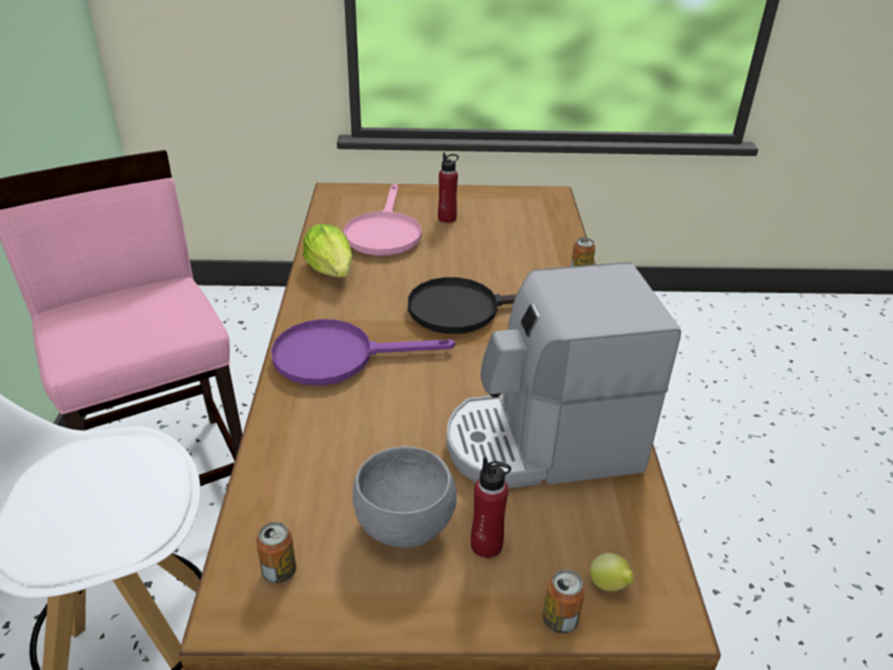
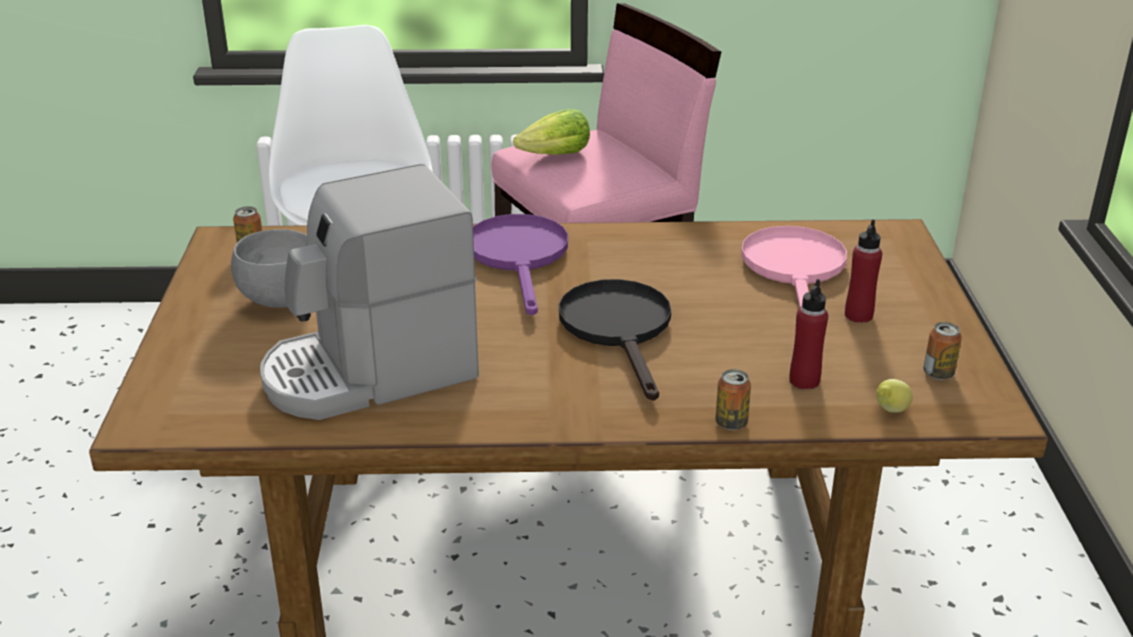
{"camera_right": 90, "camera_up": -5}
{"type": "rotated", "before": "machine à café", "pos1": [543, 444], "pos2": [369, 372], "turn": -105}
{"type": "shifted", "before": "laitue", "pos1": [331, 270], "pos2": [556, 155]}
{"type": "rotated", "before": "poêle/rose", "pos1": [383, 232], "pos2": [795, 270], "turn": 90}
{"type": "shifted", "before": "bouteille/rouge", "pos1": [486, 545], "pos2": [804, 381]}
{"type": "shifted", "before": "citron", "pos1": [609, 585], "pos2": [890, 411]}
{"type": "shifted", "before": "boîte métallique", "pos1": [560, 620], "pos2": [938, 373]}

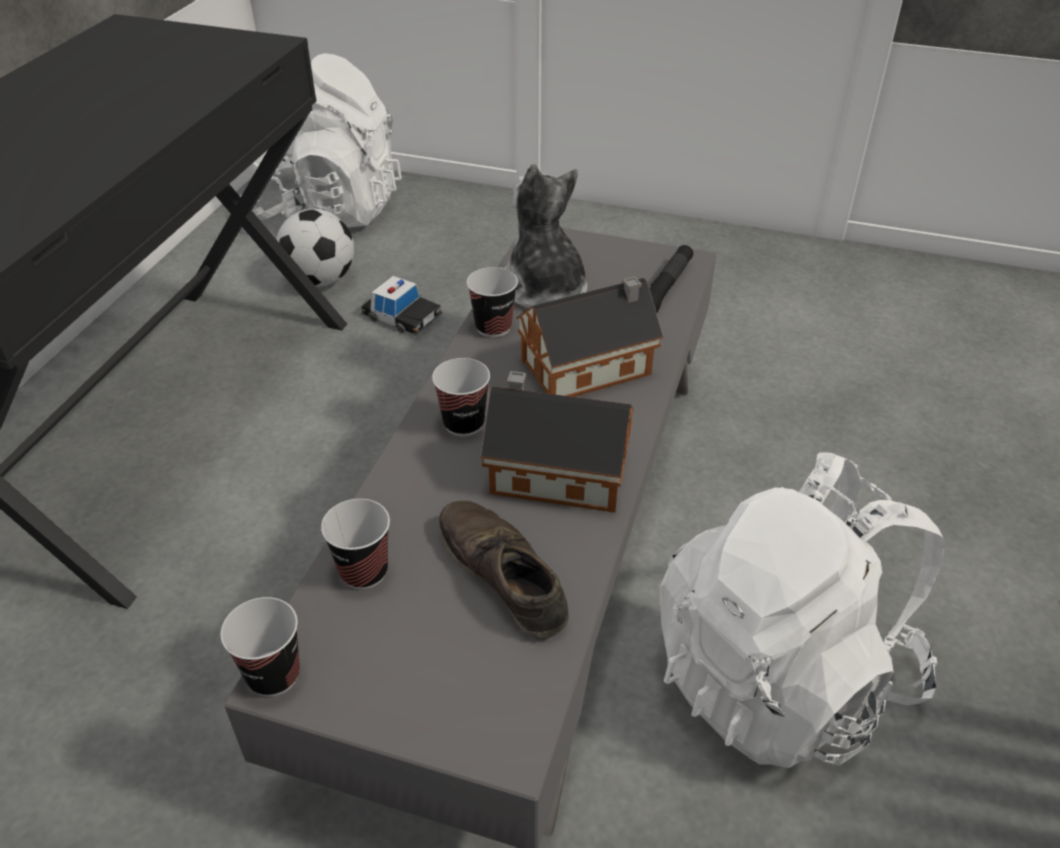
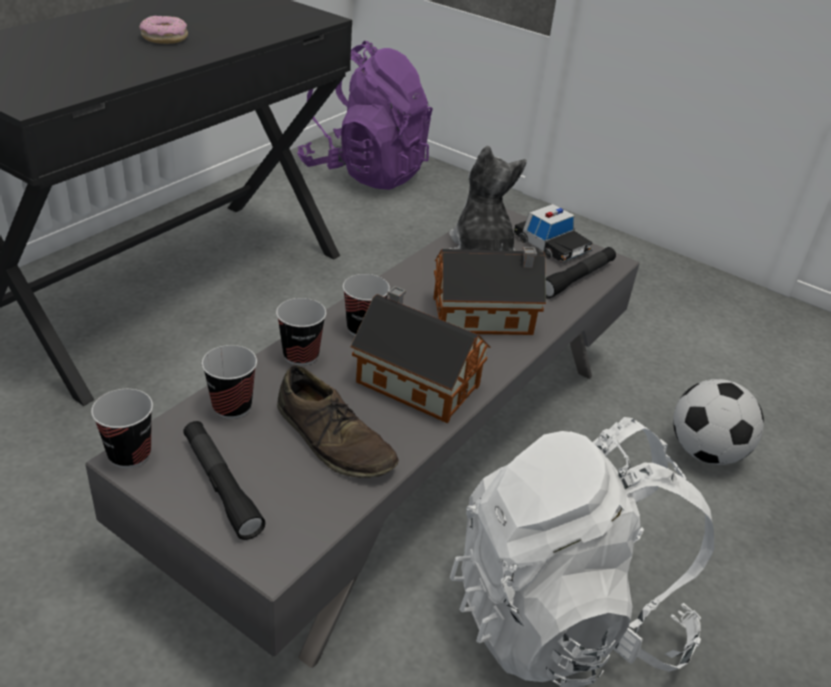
{"camera_right": 15, "camera_up": -5}
{"type": "new", "after": "beignet", "pos2": [165, 38]}
{"type": "new", "after": "lampe de poche/noir", "pos2": [221, 485]}
{"type": "shifted", "before": "tasse", "pos1": [493, 327], "pos2": [301, 355]}
{"type": "rotated", "before": "chaussure/marron", "pos1": [502, 574], "pos2": [334, 439], "turn": 150}
{"type": "repainted", "before": "sac à dos/blanc", "after": "sac à dos/violet", "pos1": [326, 209], "pos2": [365, 172]}
{"type": "shifted", "before": "petite voiture", "pos1": [402, 316], "pos2": [551, 245]}
{"type": "shifted", "before": "ballon de foot", "pos1": [321, 280], "pos2": [705, 452]}

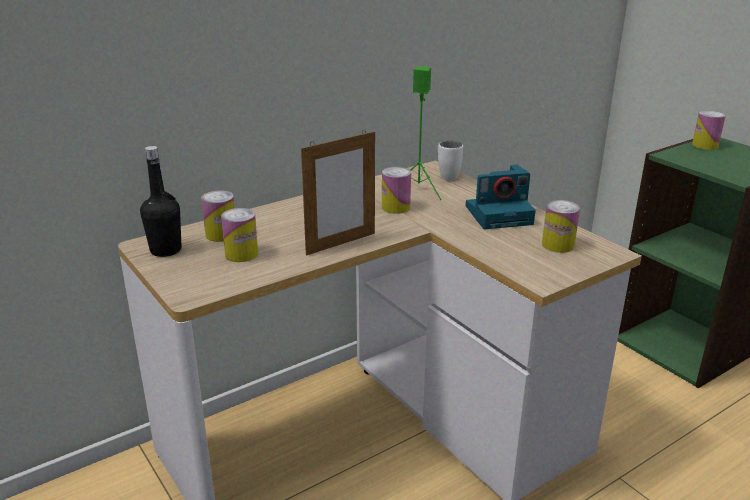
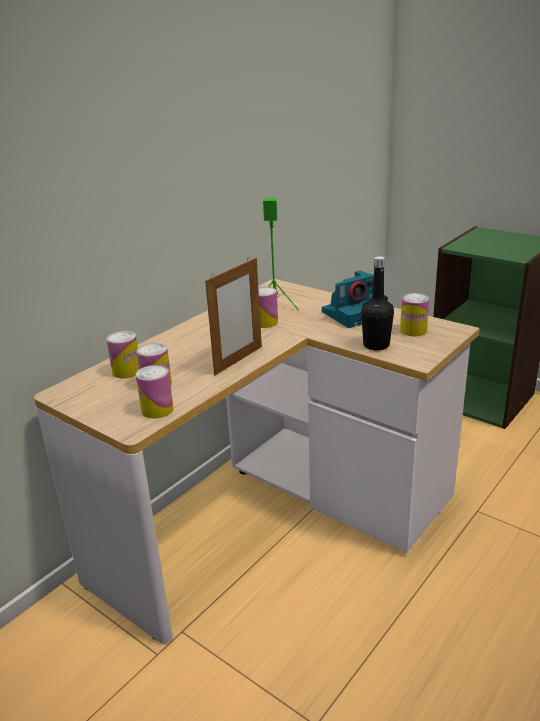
{"camera_right": -15, "camera_up": 0}
{"type": "shifted", "before": "boîte métallique", "pos1": [705, 145], "pos2": [157, 409]}
{"type": "shifted", "before": "bouteille/noir", "pos1": [166, 250], "pos2": [376, 345]}
{"type": "gone", "before": "mug/blanc", "pos1": [446, 175]}

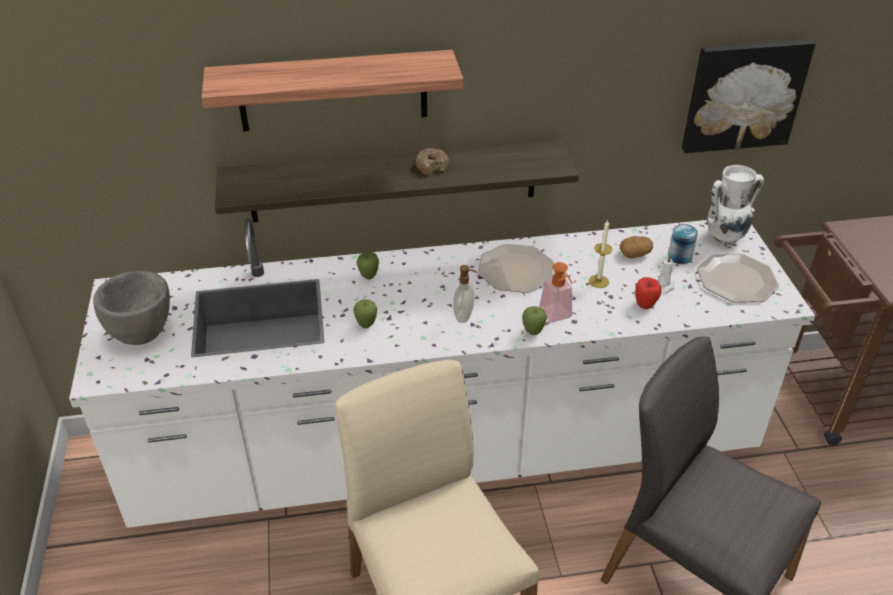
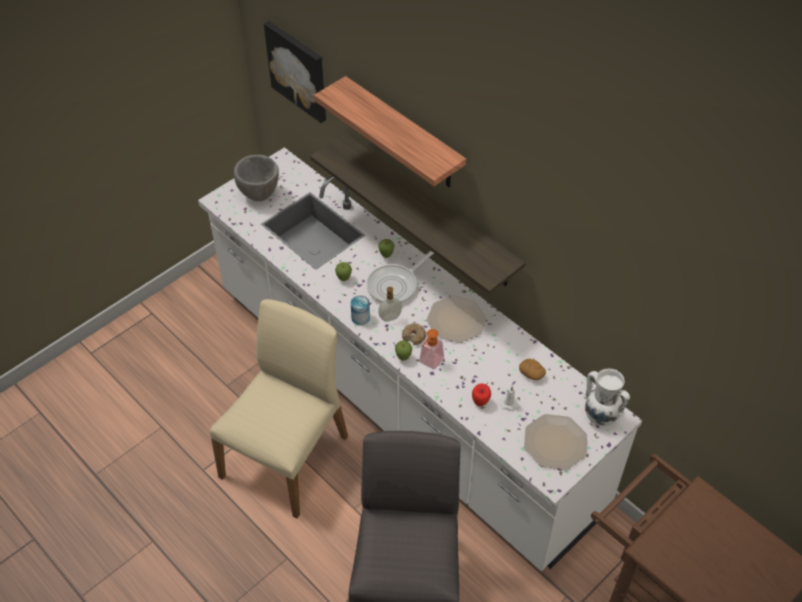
{"camera_right": 55, "camera_up": 10}
{"type": "shifted", "before": "tableau", "pos1": [743, 94], "pos2": [298, 70]}
{"type": "shifted", "before": "boîte métallique", "pos1": [680, 256], "pos2": [360, 318]}
{"type": "new", "after": "poêle", "pos2": [395, 285]}
{"type": "shifted", "before": "beignet", "pos1": [432, 166], "pos2": [414, 337]}
{"type": "gone", "before": "bougie", "pos1": [598, 281]}

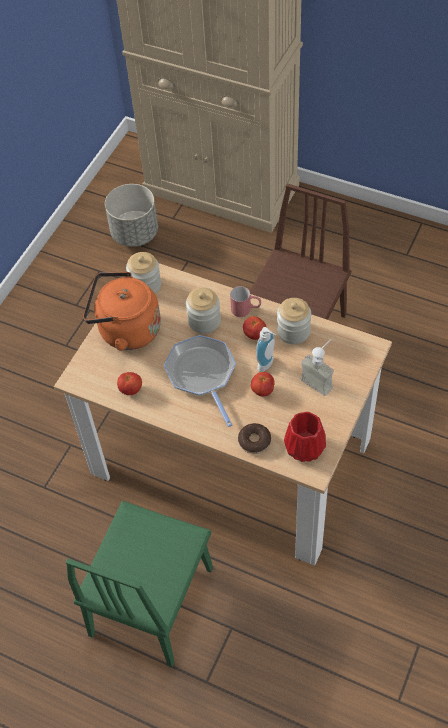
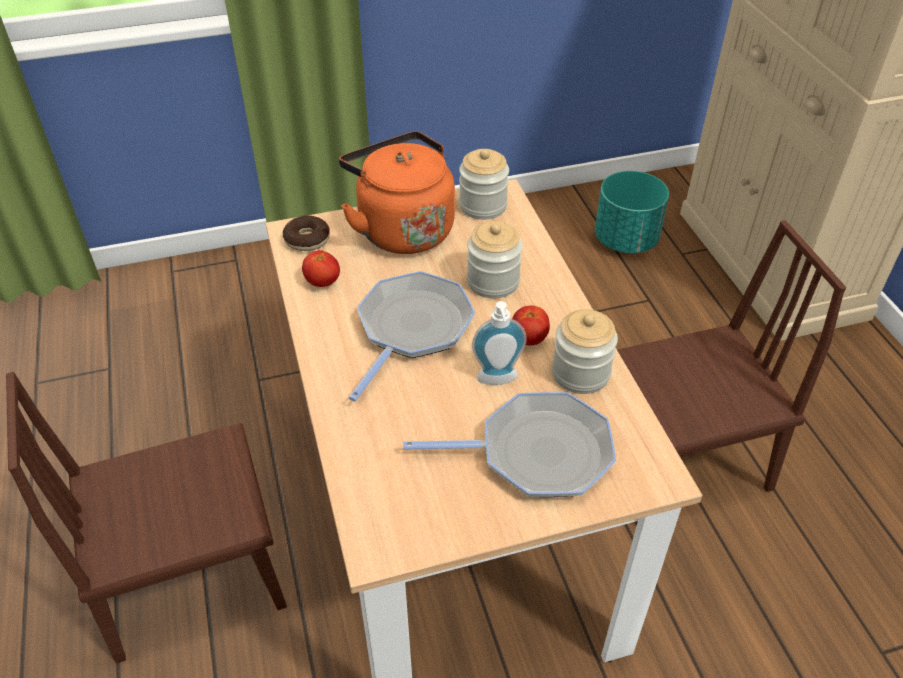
{"camera_right": 45, "camera_up": -10}
{"type": "repainted", "before": "chaise/vert", "after": "chaise/marron", "pos1": [152, 600], "pos2": [193, 575]}
{"type": "shifted", "before": "beignet", "pos1": [254, 441], "pos2": [307, 239]}
{"type": "swapped", "before": "distributeur de savon", "after": "poêle", "pos1": [320, 380], "pos2": [537, 453]}
{"type": "repainted", "before": "cache-pot/gris", "after": "cache-pot/turquoise", "pos1": [135, 233], "pos2": [626, 240]}
{"type": "gone", "before": "mug/rouge", "pos1": [246, 310]}
{"type": "gone", "before": "tomate", "pos1": [262, 390]}
{"type": "gone", "before": "vase/rouge", "pos1": [303, 447]}

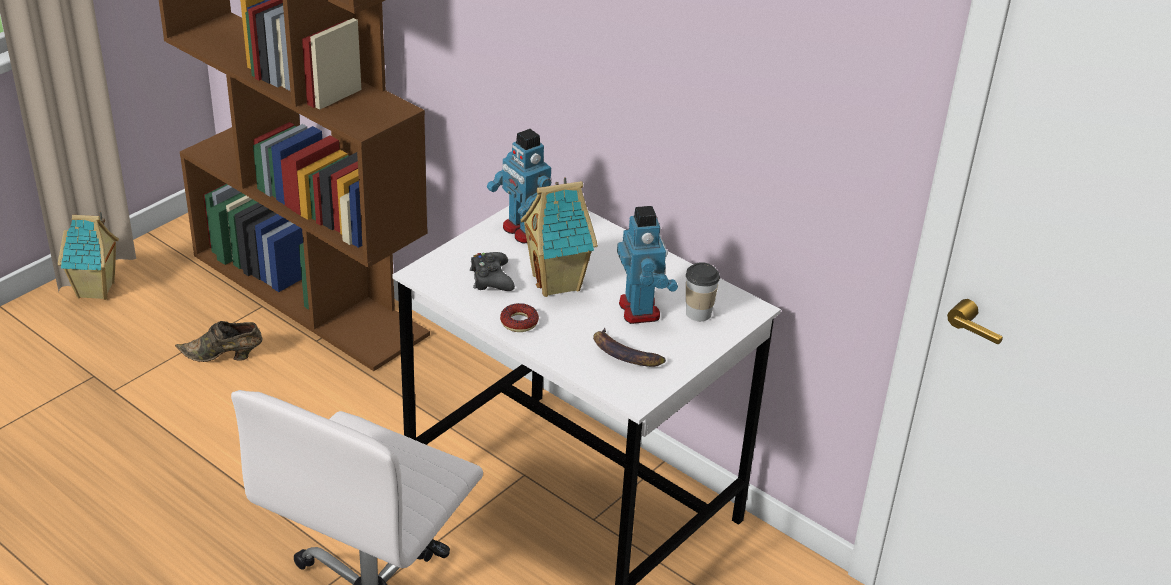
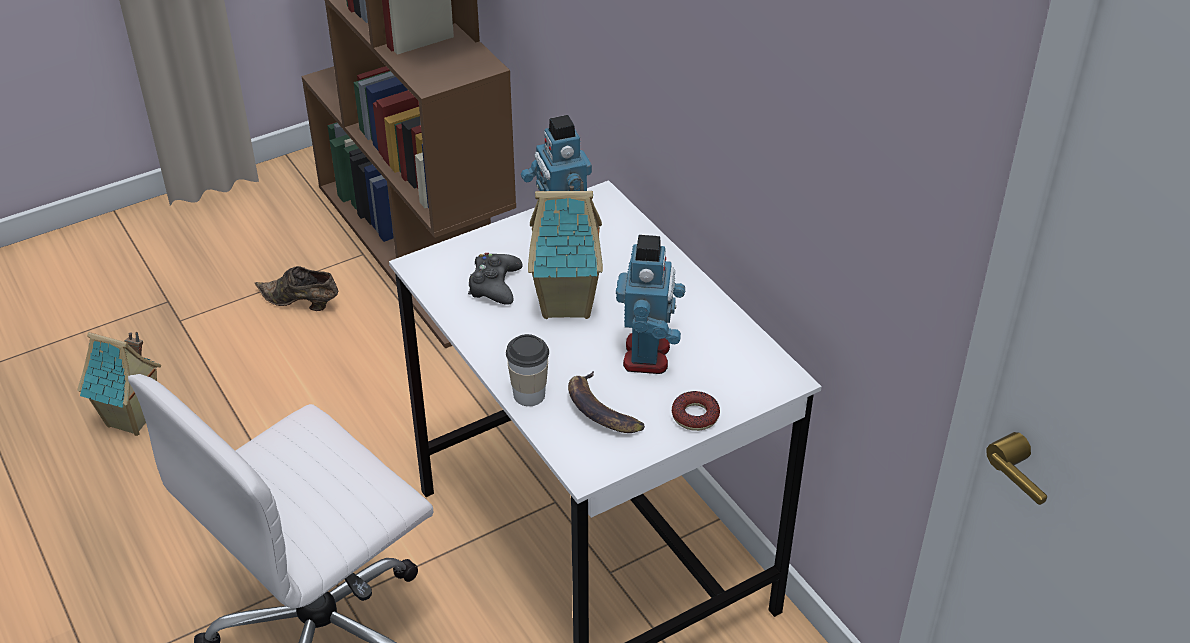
{"camera_right": 20, "camera_up": 5}
{"type": "shifted", "before": "maison miniature", "pos1": [97, 290], "pos2": [133, 420]}
{"type": "shifted", "before": "tasse", "pos1": [698, 313], "pos2": [529, 394]}
{"type": "shifted", "before": "beignet", "pos1": [519, 322], "pos2": [695, 416]}

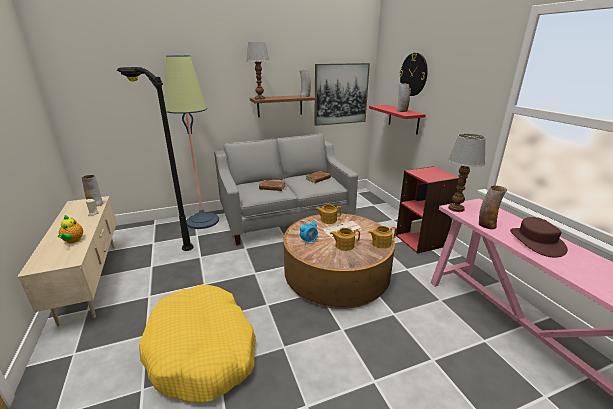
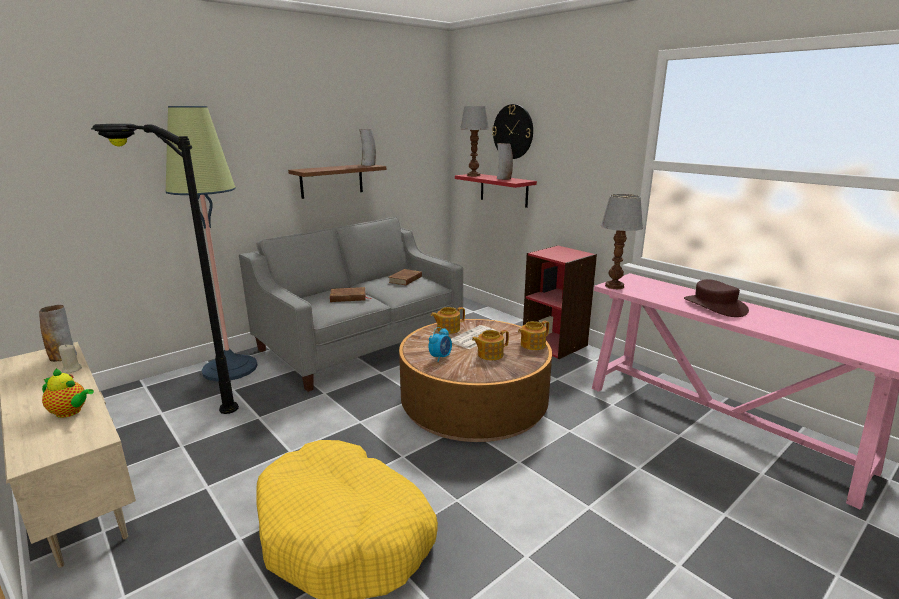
{"camera_right": -20, "camera_up": -5}
{"type": "rotated", "before": "théière", "pos1": [73, 241], "pos2": [71, 412], "turn": -45}
{"type": "shifted", "before": "lampe de table", "pos1": [259, 98], "pos2": [473, 175]}
{"type": "gone", "before": "tableau", "pos1": [341, 94]}
{"type": "gone", "before": "vase", "pos1": [486, 225]}

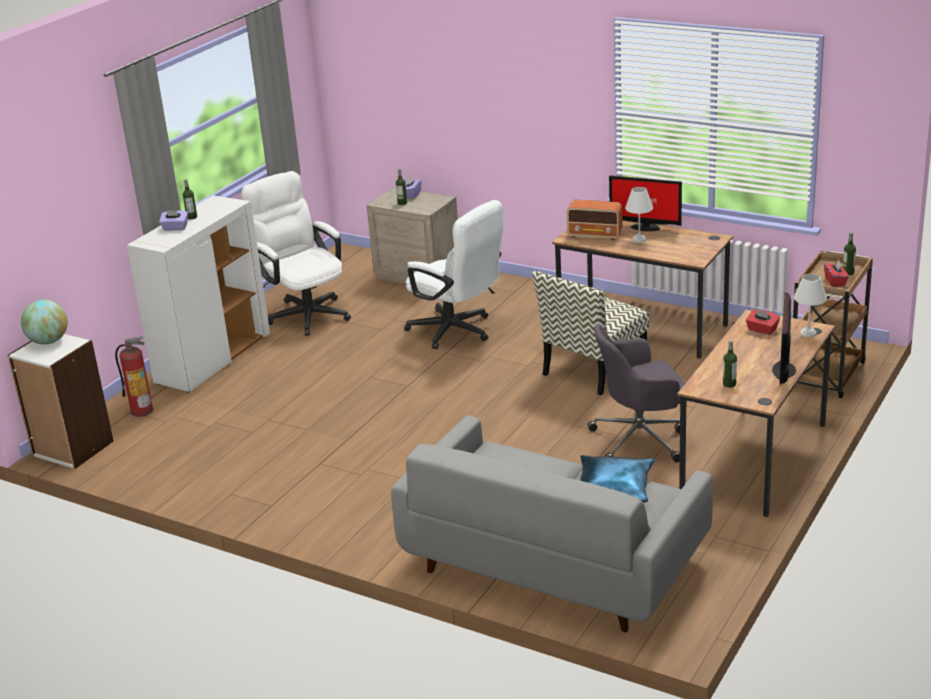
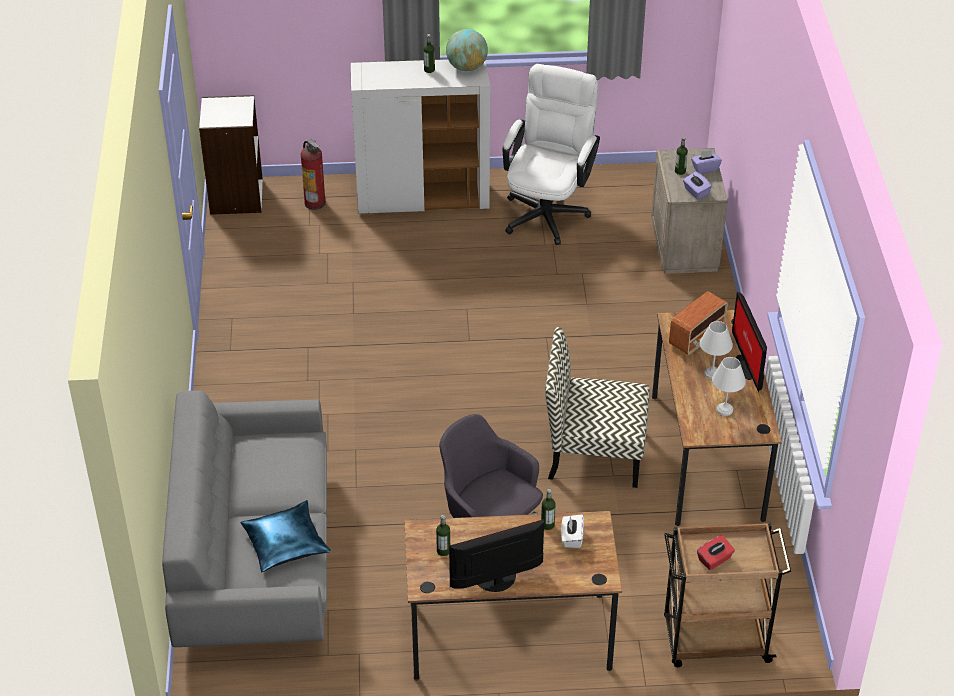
{"camera_right": 55, "camera_up": 15}
{"type": "shifted", "before": "globe", "pos1": [48, 341], "pos2": [466, 67]}
{"type": "shifted", "before": "bouteille", "pos1": [848, 272], "pos2": [547, 525]}
{"type": "repainted", "before": "boîte à mouchoirs/rouge", "after": "boîte à mouchoirs/blanc", "pos1": [762, 330], "pos2": [571, 538]}
{"type": "rotated", "before": "radio", "pos1": [595, 235], "pos2": [697, 337], "turn": -120}
{"type": "shifted", "before": "boîte à mouchoirs/violet", "pos1": [175, 228], "pos2": [696, 192]}
{"type": "shifted", "before": "lampe de table/blanc", "pos1": [809, 333], "pos2": [725, 410]}
{"type": "gone", "before": "chaise de bureau/blanc", "pos1": [457, 332]}

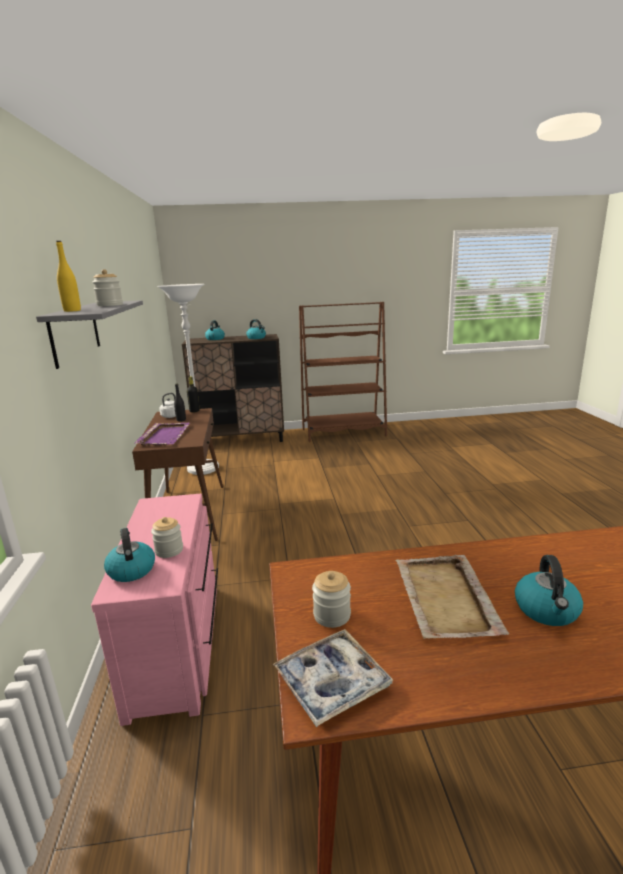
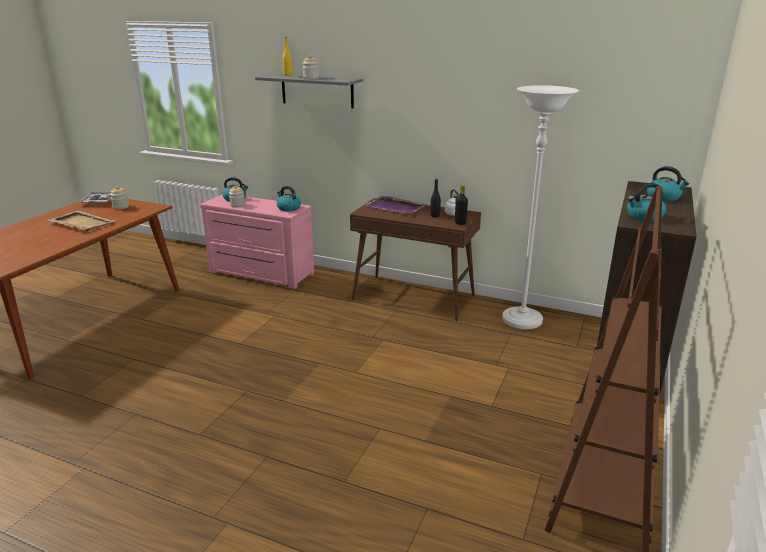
{"camera_right": 120, "camera_up": 5}
{"type": "shifted", "before": "bouilloire", "pos1": [547, 610], "pos2": [288, 208]}

